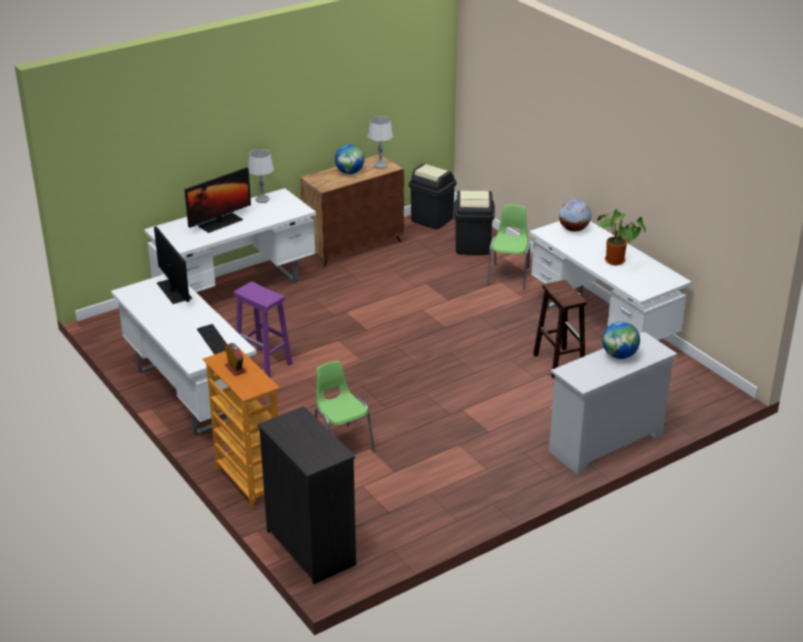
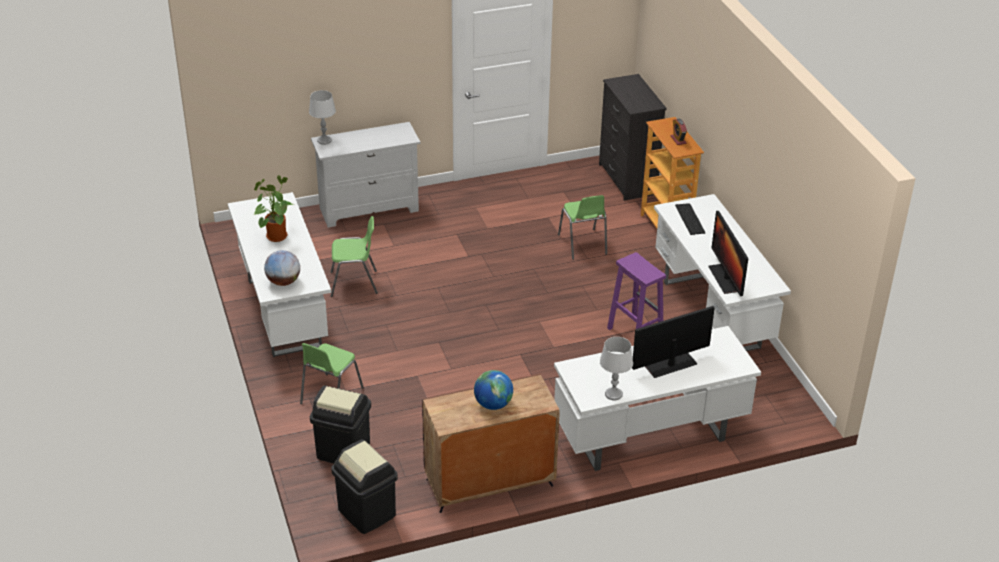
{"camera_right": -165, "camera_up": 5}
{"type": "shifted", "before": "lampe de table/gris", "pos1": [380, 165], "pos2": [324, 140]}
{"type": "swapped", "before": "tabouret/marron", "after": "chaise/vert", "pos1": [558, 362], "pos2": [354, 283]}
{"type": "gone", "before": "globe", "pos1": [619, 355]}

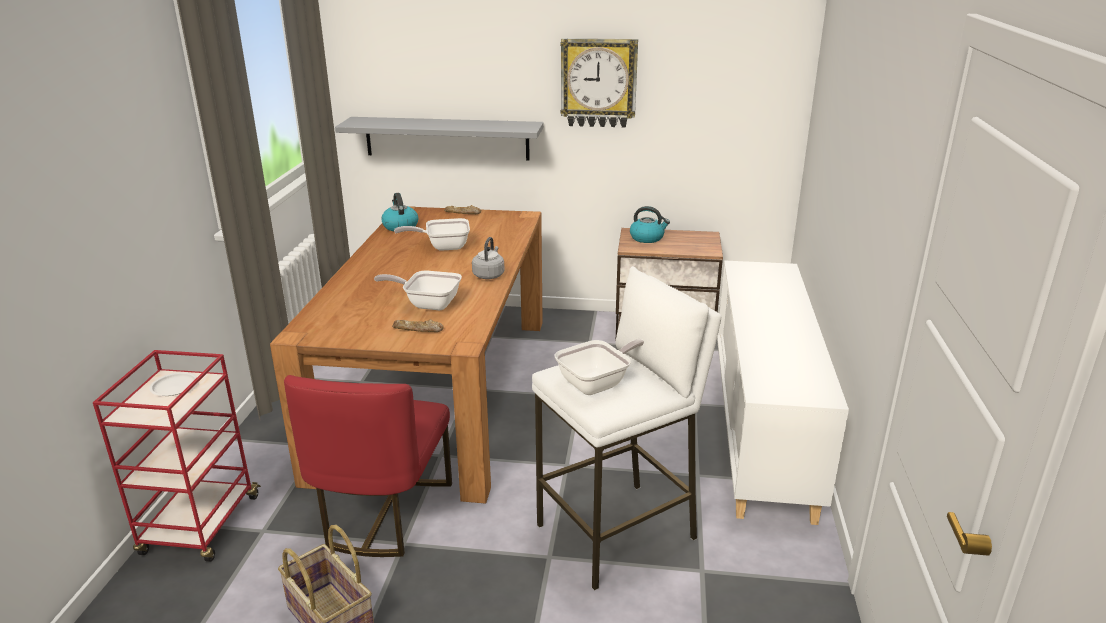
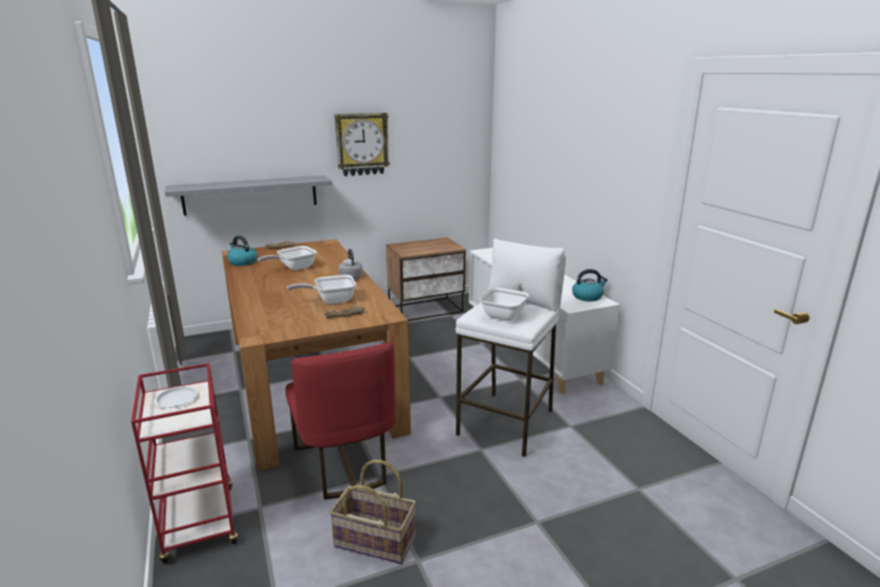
{"camera_right": -30, "camera_up": -5}
{"type": "shifted", "before": "bouilloire", "pos1": [647, 238], "pos2": [587, 297]}

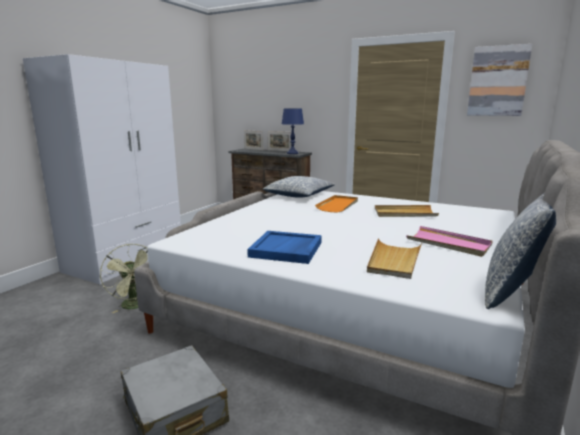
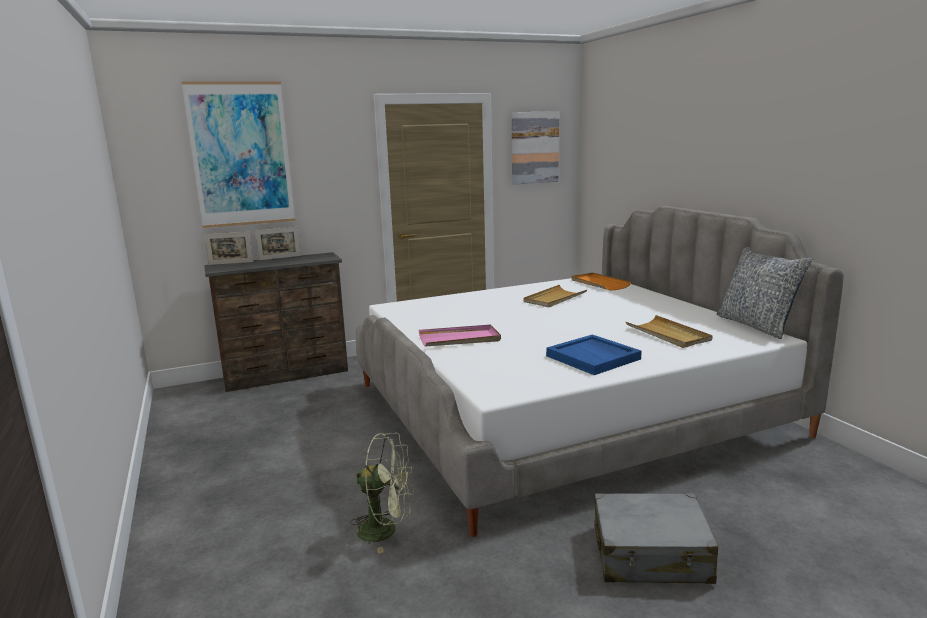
{"camera_right": -50, "camera_up": 0}
{"type": "new", "after": "tableau", "pos2": [241, 155]}
{"type": "shifted", "before": "plateau/rose", "pos1": [448, 244], "pos2": [459, 339]}
{"type": "shifted", "before": "plateau/orange", "pos1": [338, 205], "pos2": [599, 283]}
{"type": "gone", "before": "armoire/blanc", "pos1": [126, 259]}
{"type": "gone", "before": "coussin", "pos1": [299, 196]}
{"type": "gone", "before": "lampe de table/bleu", "pos1": [292, 153]}

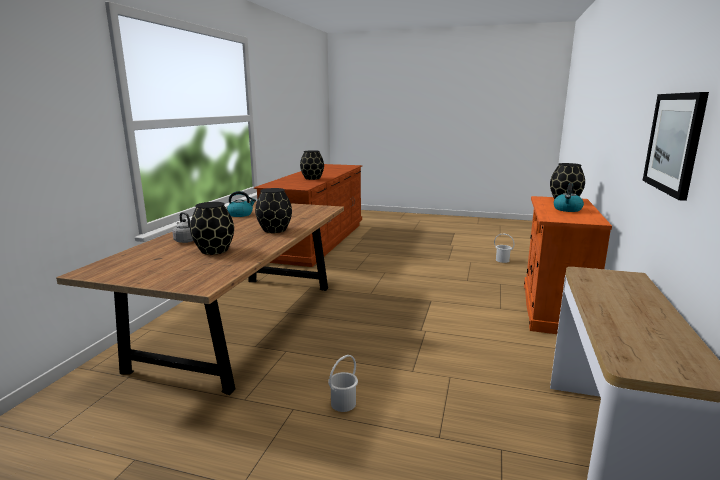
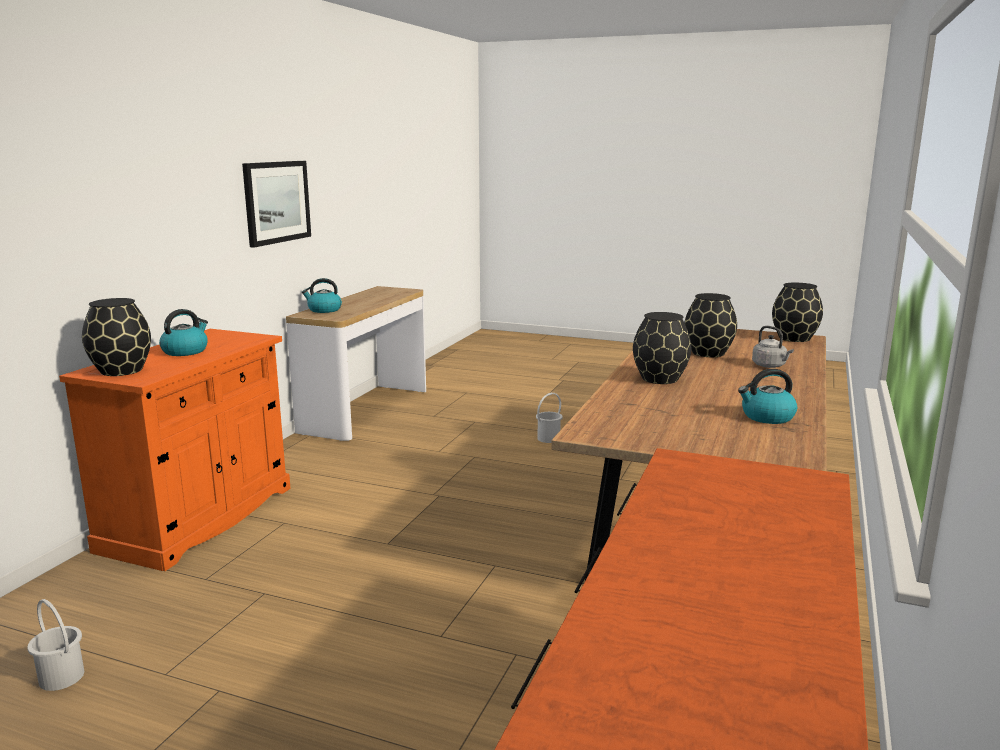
{"camera_right": -175, "camera_up": 0}
{"type": "new", "after": "bouilloire", "pos2": [324, 310]}
{"type": "shifted", "before": "vase/noir", "pos1": [312, 178], "pos2": [794, 338]}

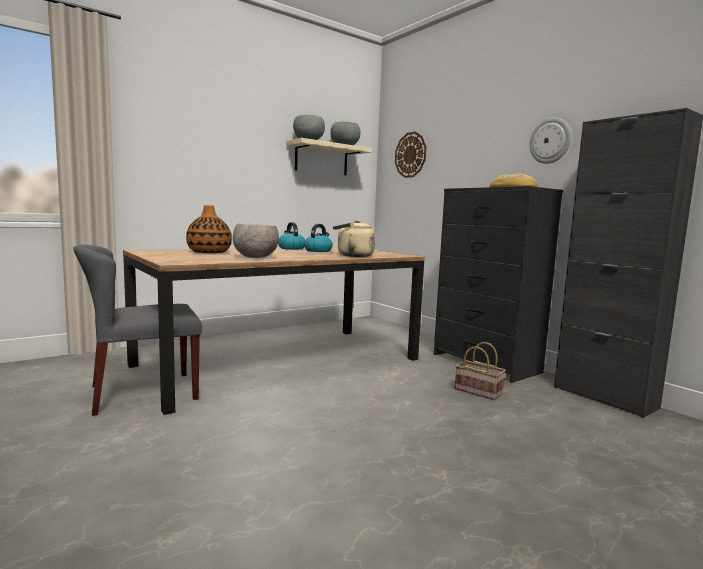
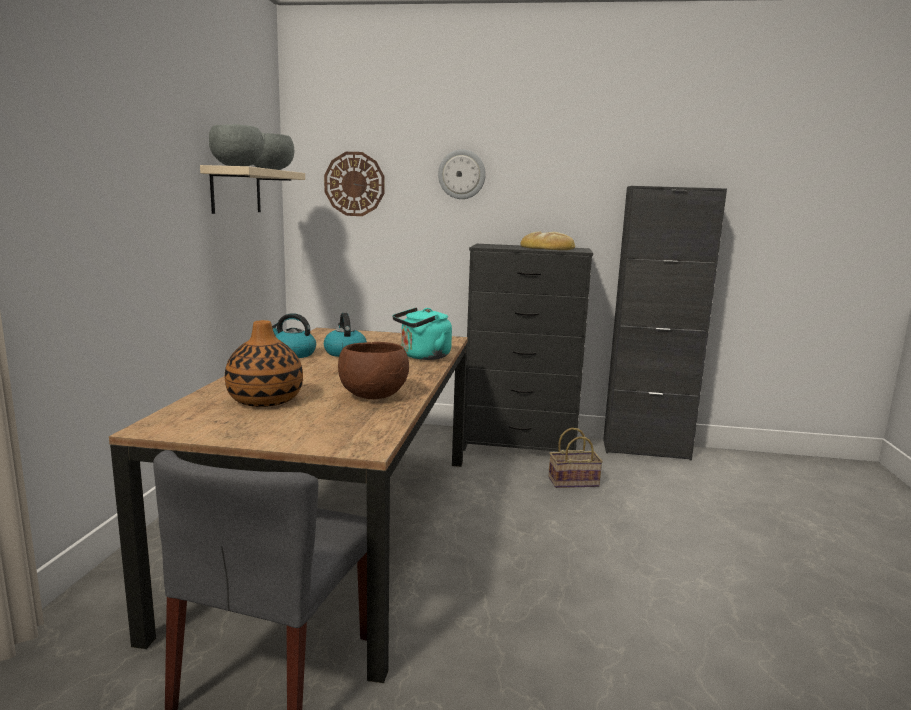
{"camera_right": -45, "camera_up": 5}
{"type": "repainted", "before": "bol/gris", "after": "bol/marron", "pos1": [256, 257], "pos2": [374, 396]}
{"type": "repainted", "before": "bouilloire/beige", "after": "bouilloire/turquoise", "pos1": [352, 256], "pos2": [423, 356]}
{"type": "shifted", "before": "horloge murale", "pos1": [550, 141], "pos2": [461, 174]}

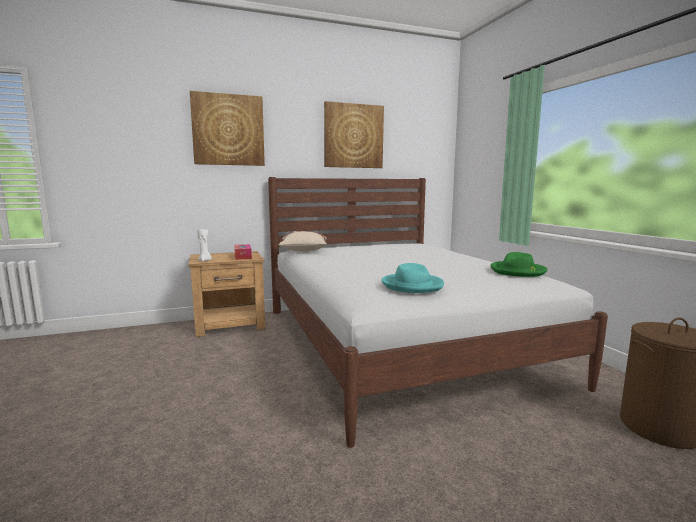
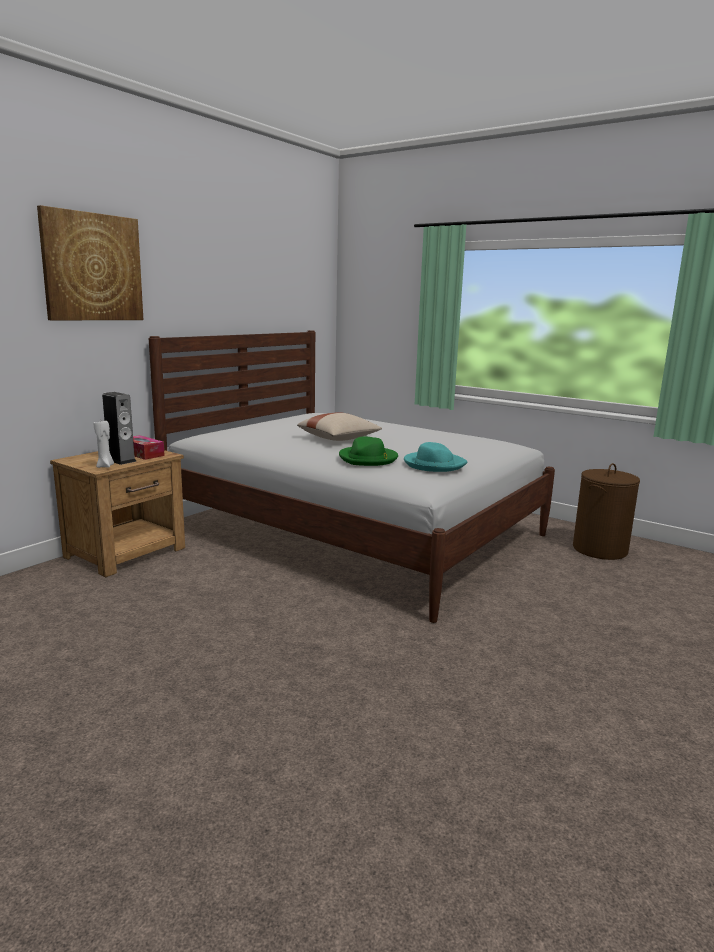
{"camera_right": -35, "camera_up": 5}
{"type": "new", "after": "enceinte", "pos2": [121, 460]}
{"type": "shifted", "before": "coussin/beige", "pos1": [303, 251], "pos2": [339, 439]}
{"type": "shifted", "before": "chapeau/vert", "pos1": [517, 271], "pos2": [368, 459]}
{"type": "gone", "before": "tableau", "pos1": [353, 136]}

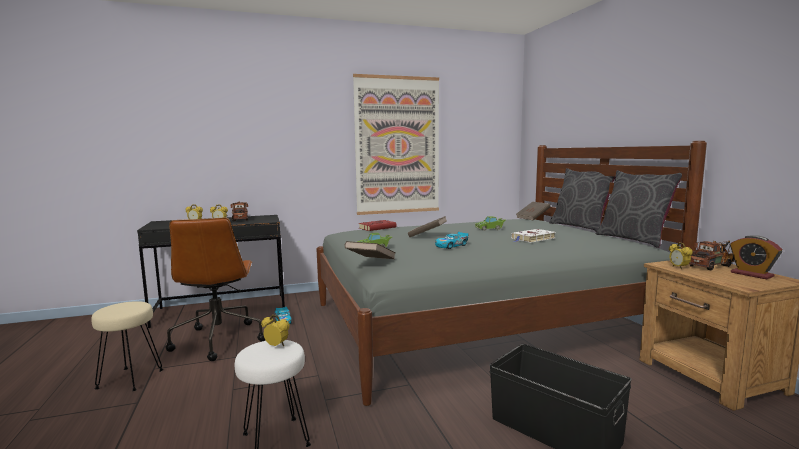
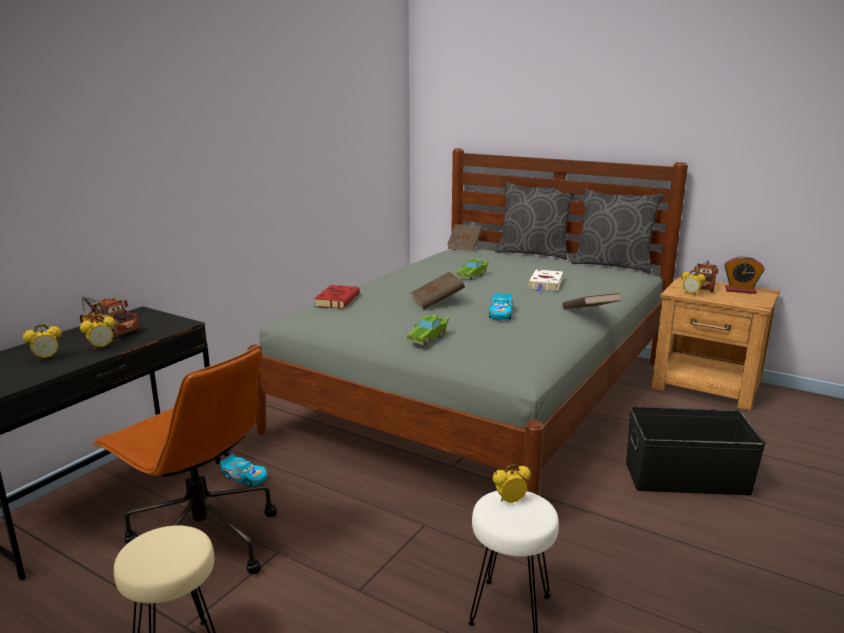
{"camera_right": -40, "camera_up": 10}
{"type": "shifted", "before": "livre/marron", "pos1": [370, 262], "pos2": [589, 314]}
{"type": "gone", "before": "tableau", "pos1": [397, 145]}

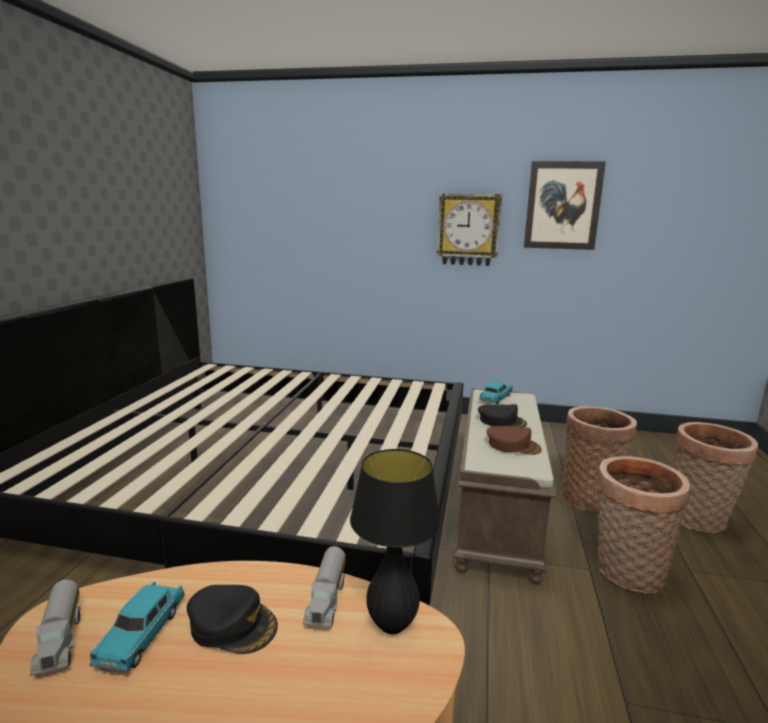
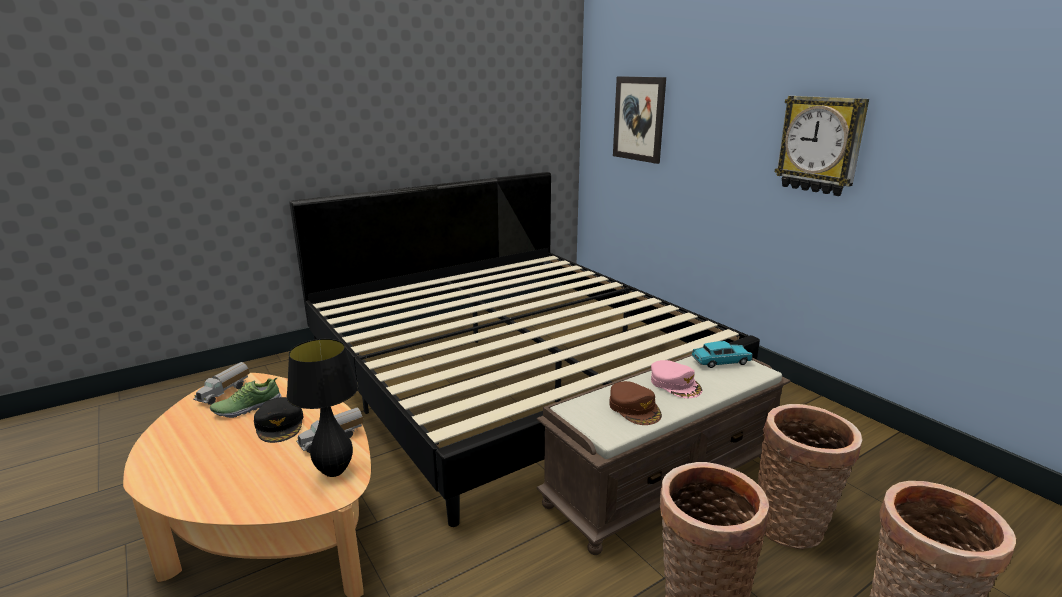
{"camera_right": 45, "camera_up": 5}
{"type": "swapped", "before": "petite voiture/turquoise", "after": "chaussure", "pos1": [142, 635], "pos2": [247, 408]}
{"type": "shifted", "before": "tableau", "pos1": [562, 206], "pos2": [639, 119]}
{"type": "repainted", "before": "casquette/noir", "after": "casquette/rose", "pos1": [501, 421], "pos2": [675, 384]}

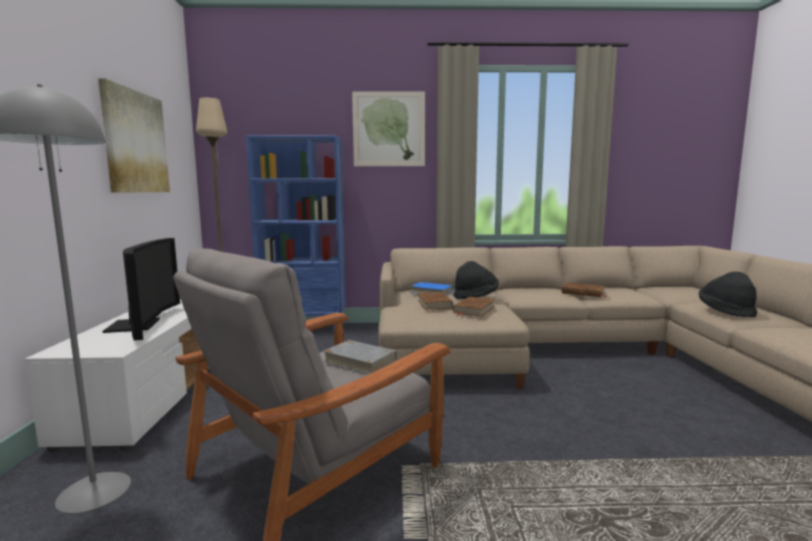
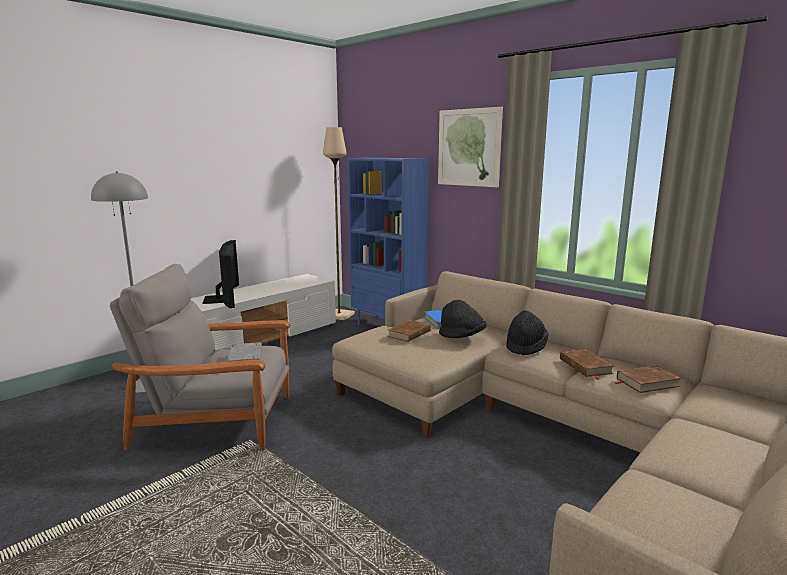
{"camera_right": 45, "camera_up": 5}
{"type": "rotated", "before": "téléviseur", "pos1": [141, 325], "pos2": [222, 299], "turn": -45}
{"type": "shifted", "before": "chapeau/noir", "pos1": [726, 311], "pos2": [525, 347]}
{"type": "shifted", "before": "livre/marron", "pos1": [473, 310], "pos2": [647, 382]}
{"type": "gone", "before": "tableau", "pos1": [135, 142]}

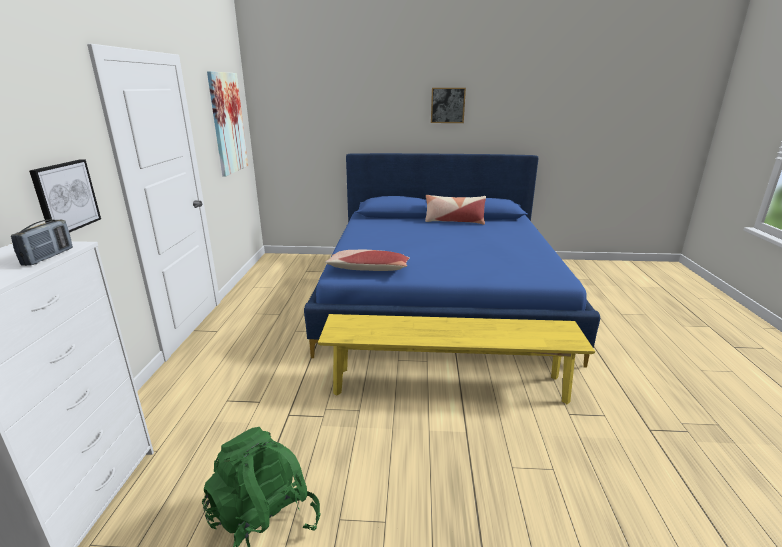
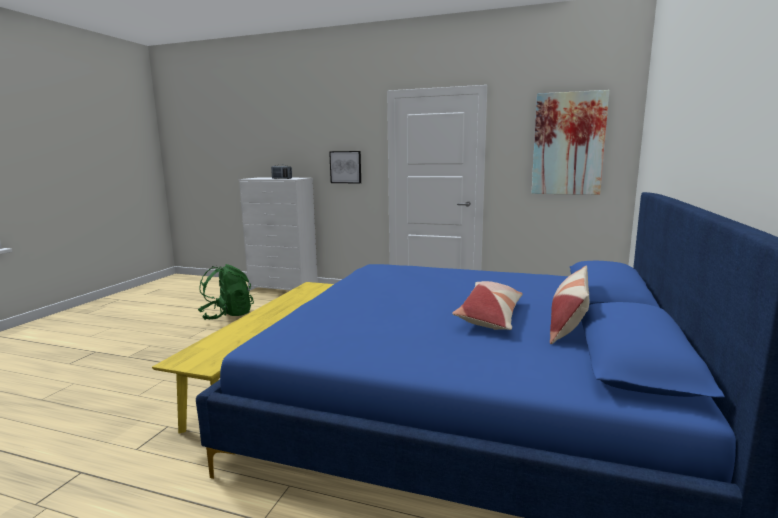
{"camera_right": 105, "camera_up": -10}
{"type": "shifted", "before": "coussin", "pos1": [368, 269], "pos2": [490, 315]}
{"type": "gone", "before": "tableau", "pos1": [447, 105]}

